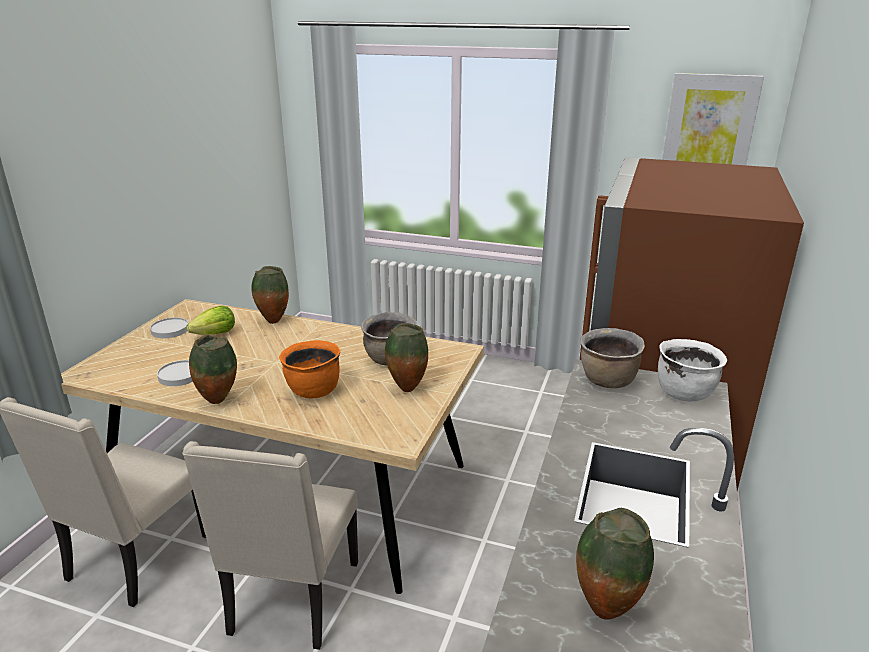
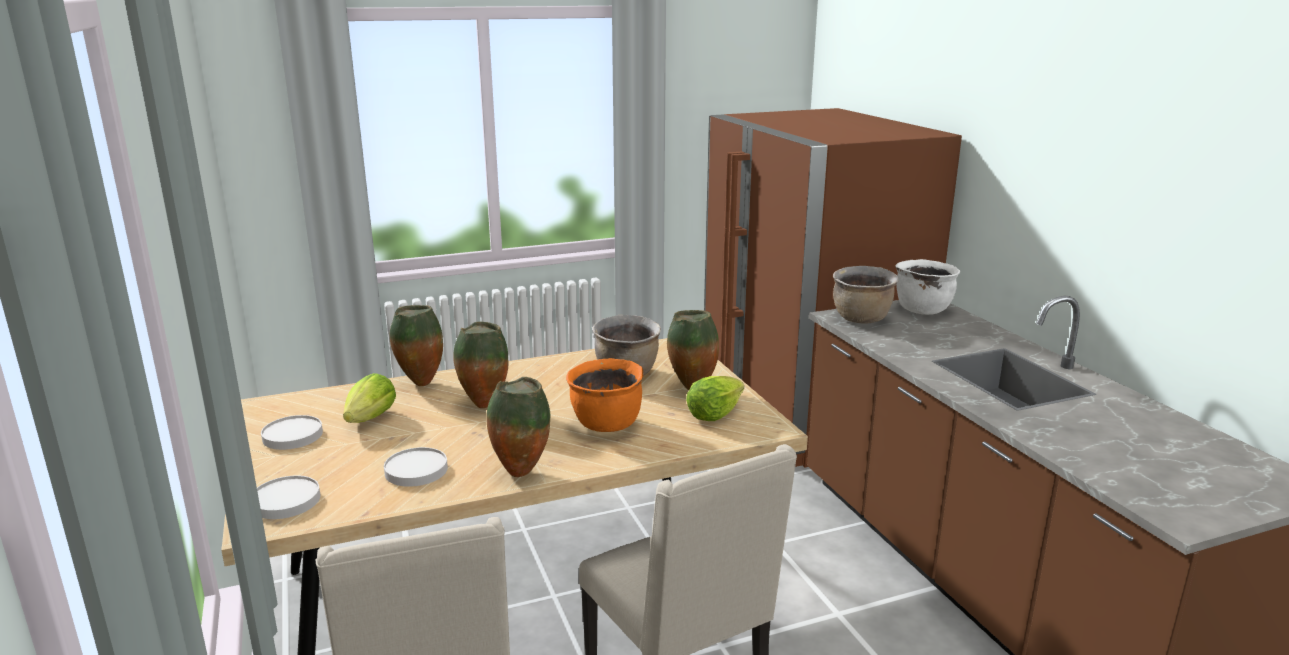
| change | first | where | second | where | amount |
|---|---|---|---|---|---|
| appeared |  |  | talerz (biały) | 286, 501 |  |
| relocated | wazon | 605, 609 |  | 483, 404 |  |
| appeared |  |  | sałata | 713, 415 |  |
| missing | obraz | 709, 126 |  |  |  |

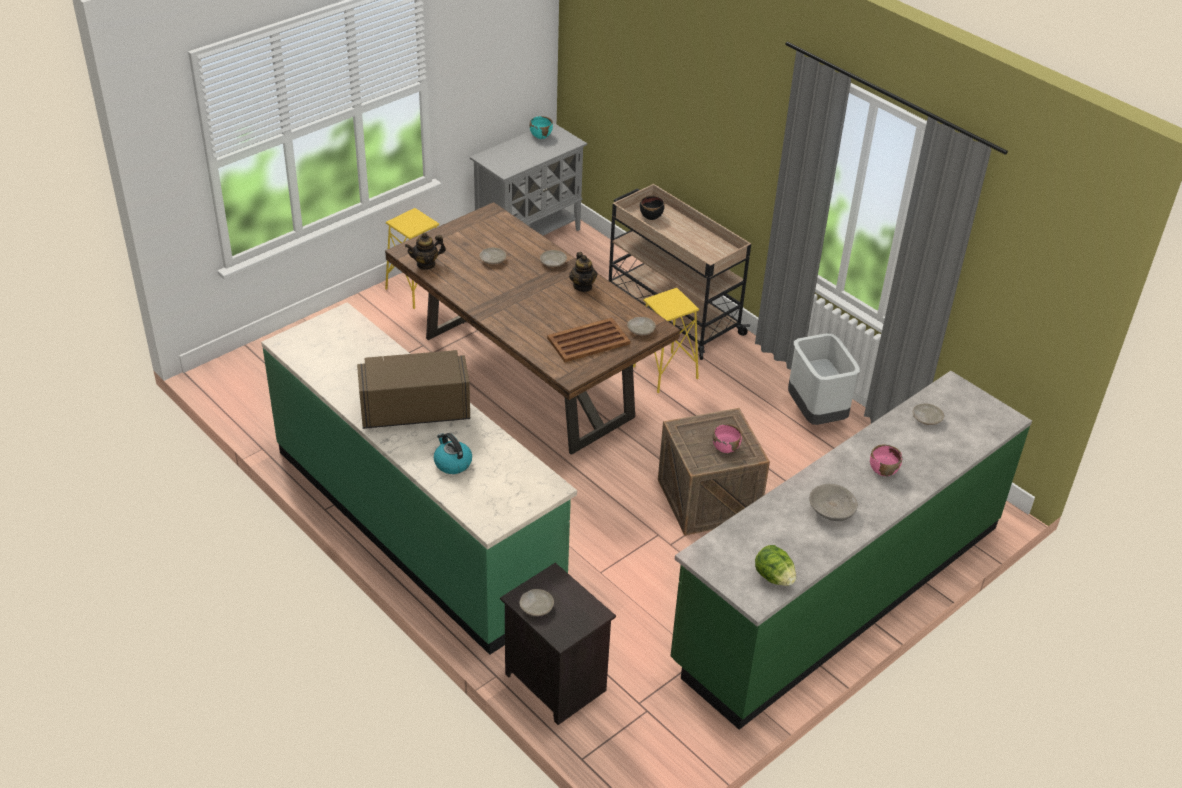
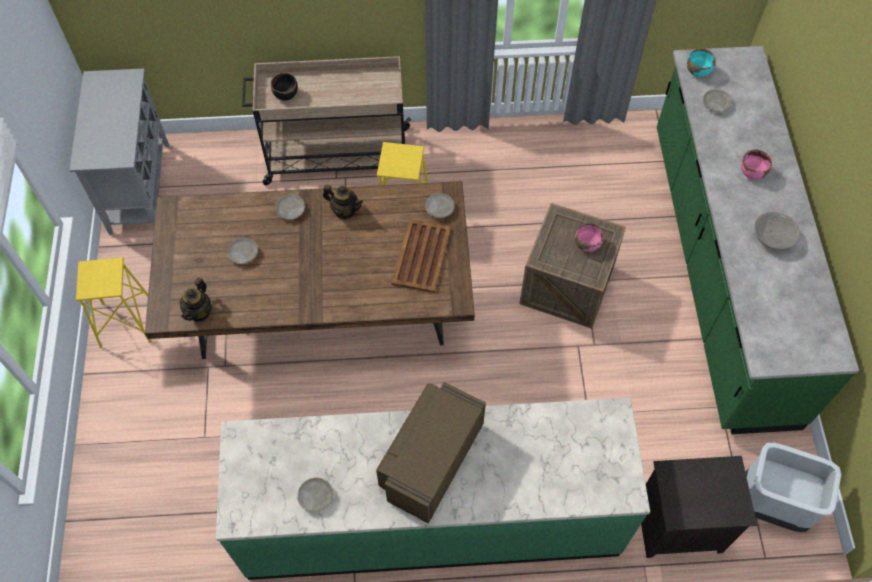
| change | first | where | second | where | amount |
|---|---|---|---|---|---|
| relocated | talerz (beżowy) | 536, 606 |  | 315, 496 |  |
| relocated | miska (turkusowy) | 541, 135 |  | 697, 70 |  |
| relocated | kosz na śmieci (szary) | 816, 414 |  | 771, 504 |  |
| missing | czajnik | 452, 463 |  |  |  |
| missing | sałata | 774, 577 |  |  |  |

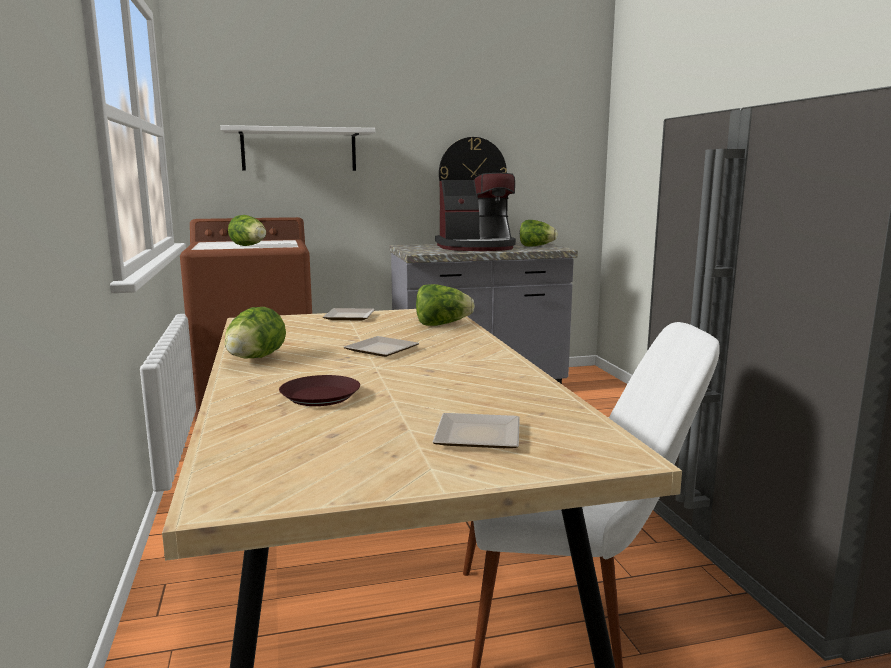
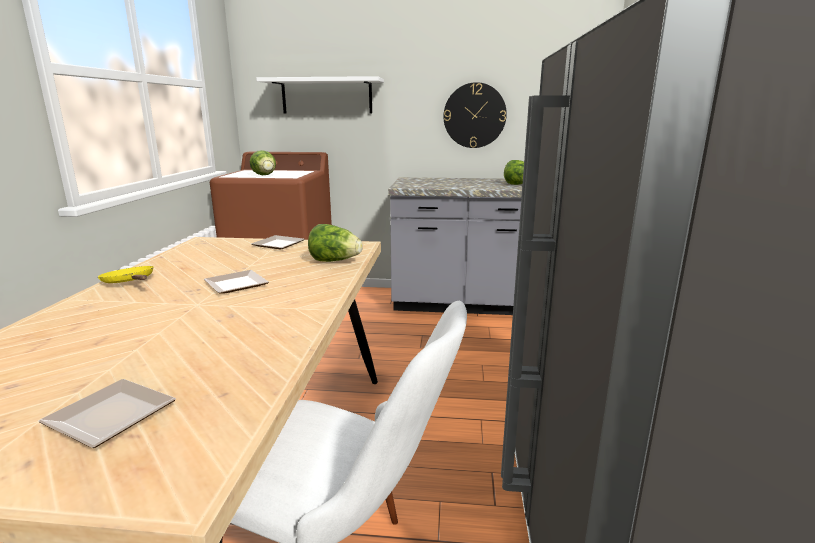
| change | first | where | second | where | amount |
|---|---|---|---|---|---|
| exchanged | sałata | 254, 359 | patelnia (żółty) | 130, 282 |  |
| missing | talerz (brązowy) | 319, 397 |  |  |  |
| missing | ekspres do kawy | 476, 247 |  |  |  |

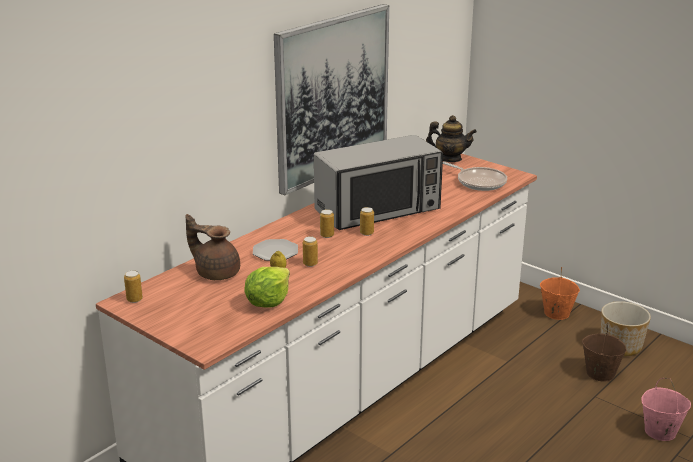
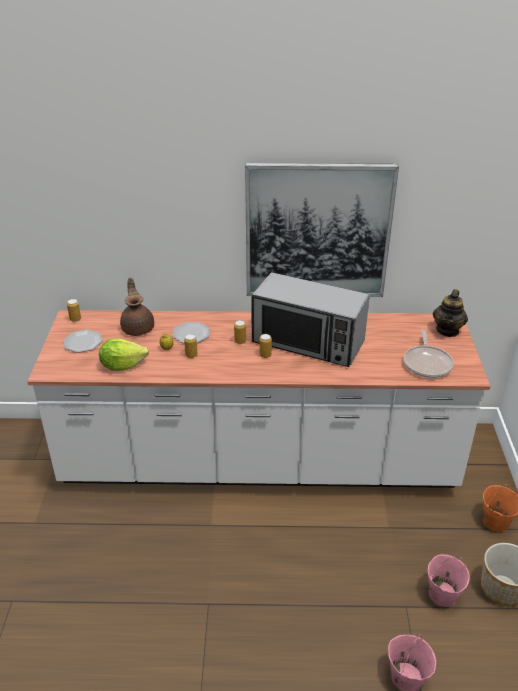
| change | first | where | second | where | amount |
|---|---|---|---|---|---|
| appeared |  |  | talerz | 83, 342 |  |
| colour | wiadro (brązowy) | 599, 373 | wiadro (różowy) | 442, 594 |  |
| spun | imbryk | 450, 159 |  | 447, 330 | 45 degrees clockwise |

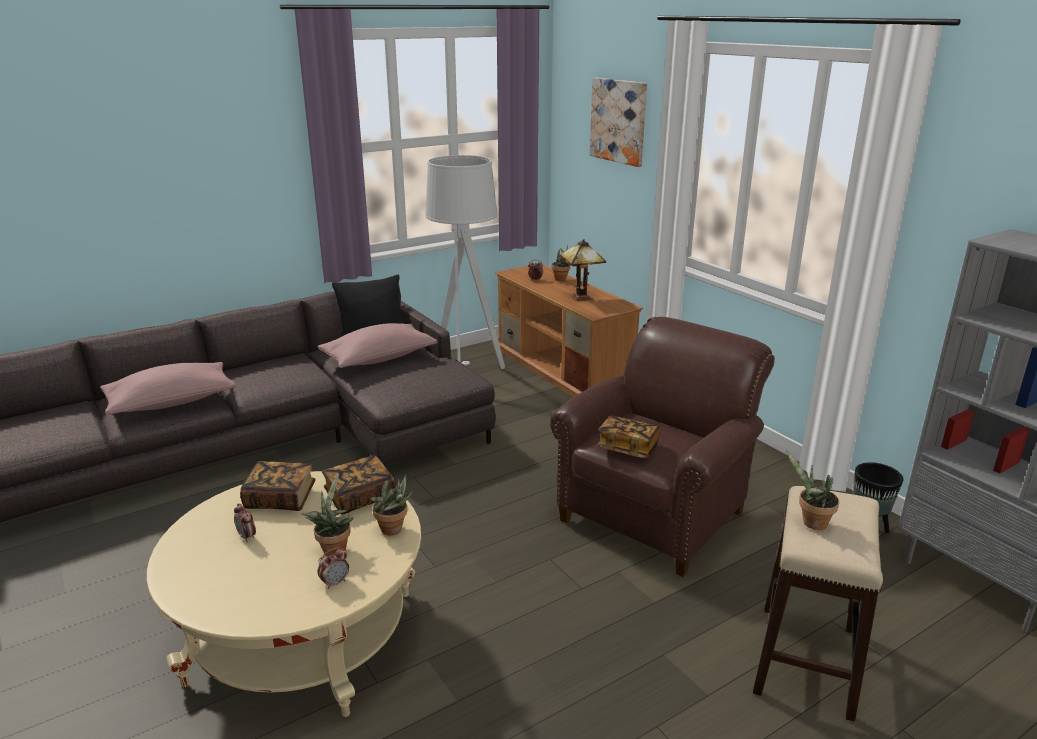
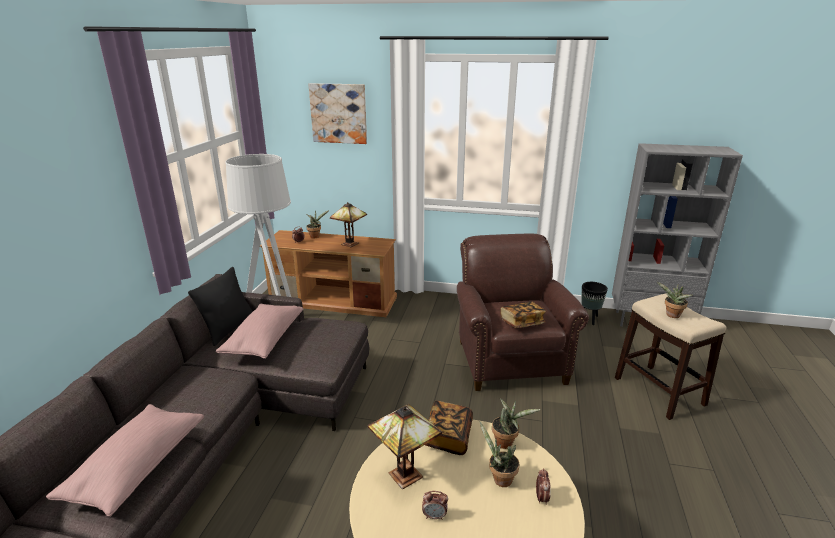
| change | first | where | second | where | amount |
|---|---|---|---|---|---|
| exchanged | książka | 280, 499 | lampa stołowa | 403, 474 |  |

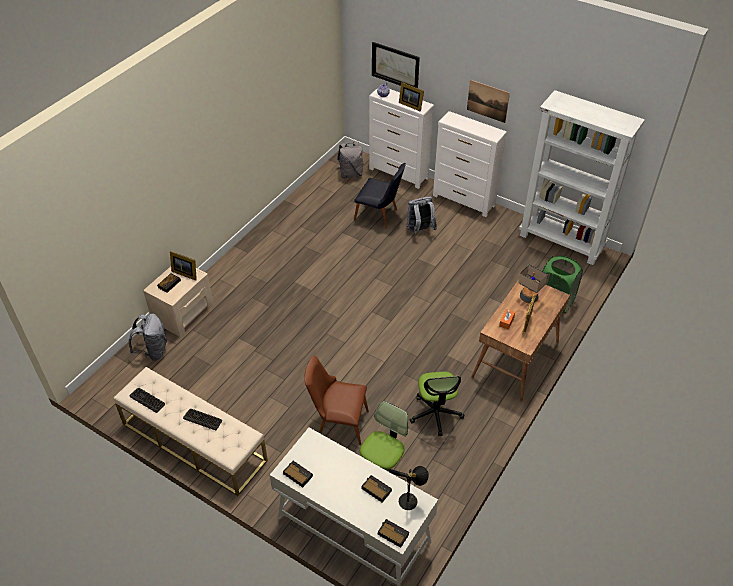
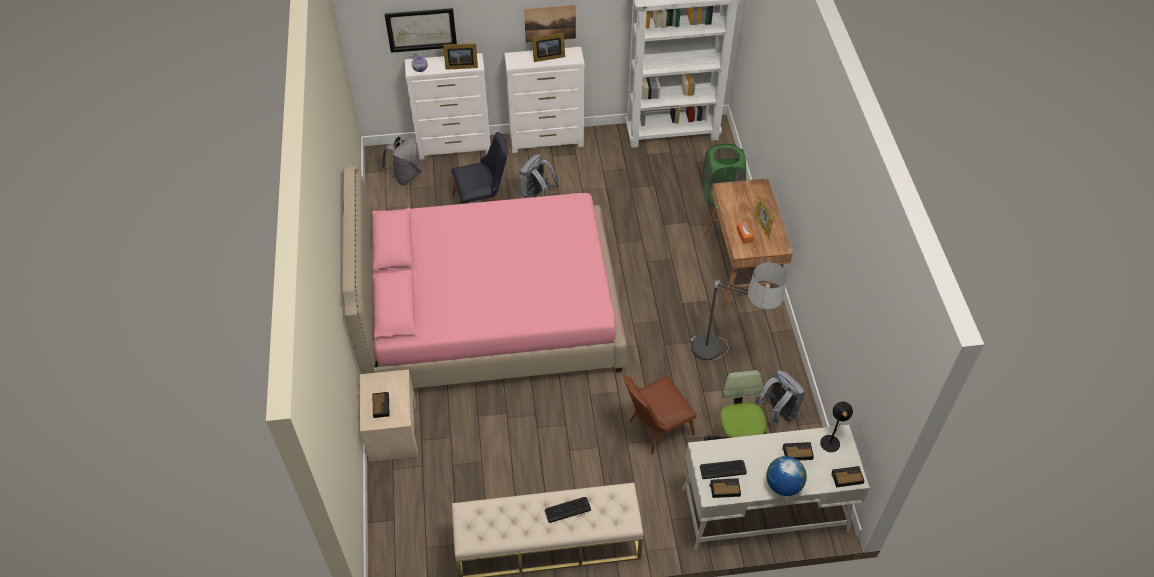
| change | first | where | second | where | amount |
|---|---|---|---|---|---|
| appeared |  |  | łóżko (różowy) | 490, 314 |  |
| relocated | ramka na zdjęcie | 185, 273 |  | 547, 56 |  |
| exchanged | krzesło biurowe | 435, 414 | lampa stojąca | 726, 362 |  |
| relocated | klawiatura | 147, 400 |  | 722, 469 |  |
| relocated | plecak (szary) | 153, 351 |  | 777, 412 |  |
| appeared |  |  | globus | 783, 485 |  |
| missing | lampa stołowa | 528, 298 |  |  |  |

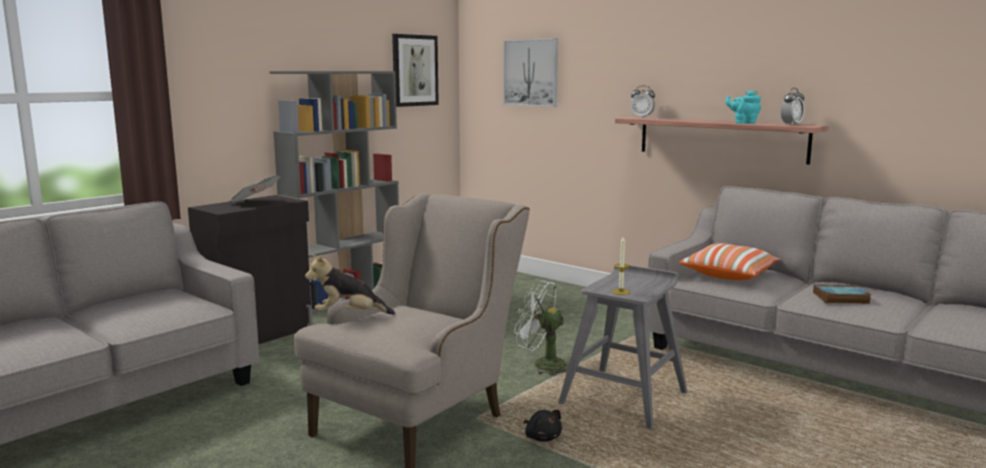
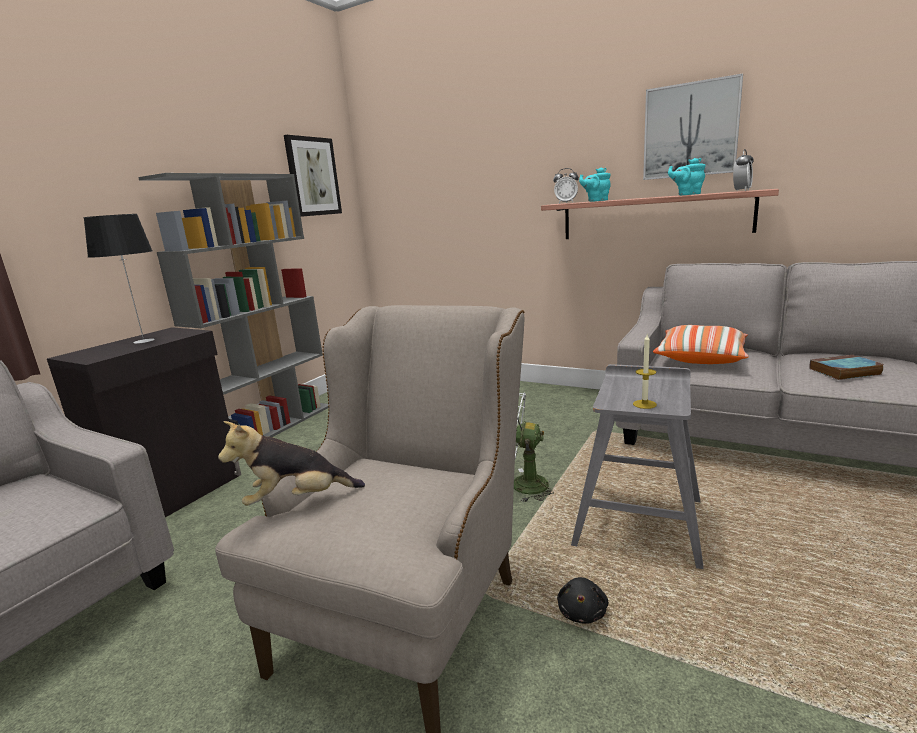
| change | first | where | second | where | amount |
|---|---|---|---|---|---|
| exchanged | gazeta | 255, 202 | lampa stołowa | 143, 341 |  |
| spun | pluszak (czarny) | 542, 437 |  | 582, 612 | 60 degrees clockwise |
| appeared |  |  | imbryk (turkusowy) | 596, 201 |  |
| relocated | obraz | 531, 72 |  | 690, 130 |  |

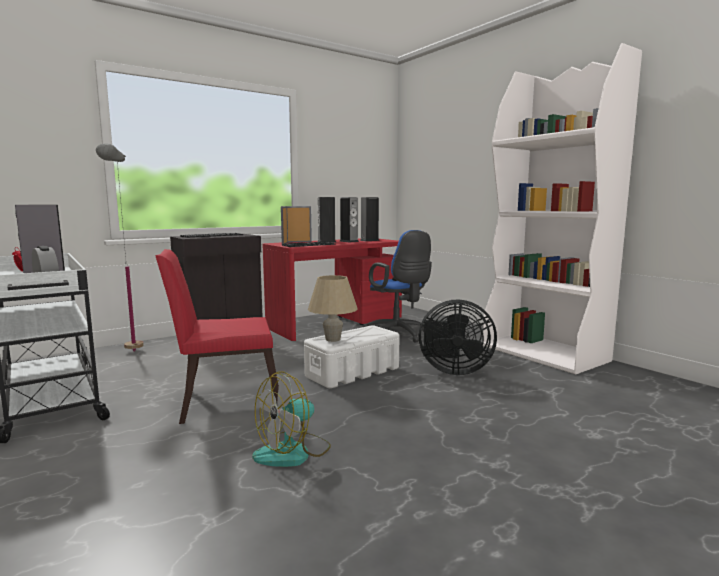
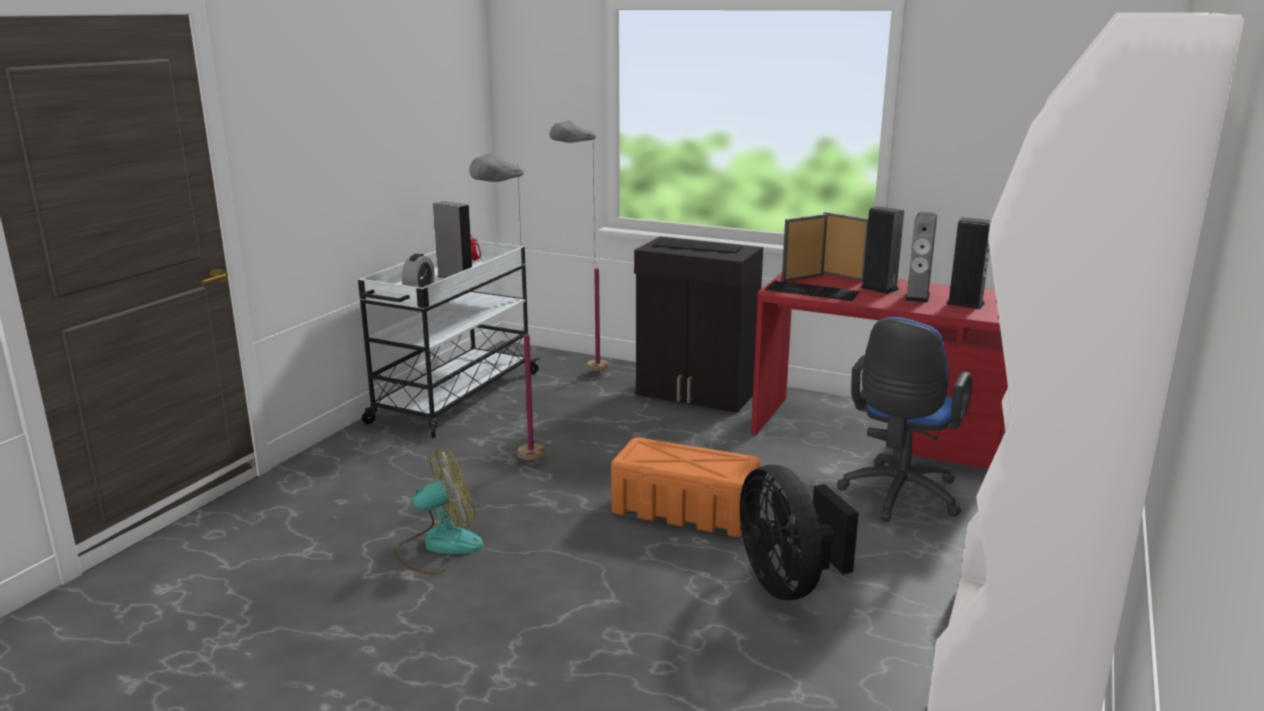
| change | first | where | second | where | amount |
|---|---|---|---|---|---|
| spun | wentylator | 293, 452 |  | 438, 546 | 135 degrees clockwise |
| exchanged | krzesło (czerwony) | 224, 402 | lampa stojąca (szary) | 517, 471 |  |
| colour | pojemnik do przechowywania (biały) | 353, 372 | pojemnik do przechowywania (pomarańczowy) | 686, 511 |  |
| missing | lampa stołowa (beżowy) | 333, 339 |  |  |  |

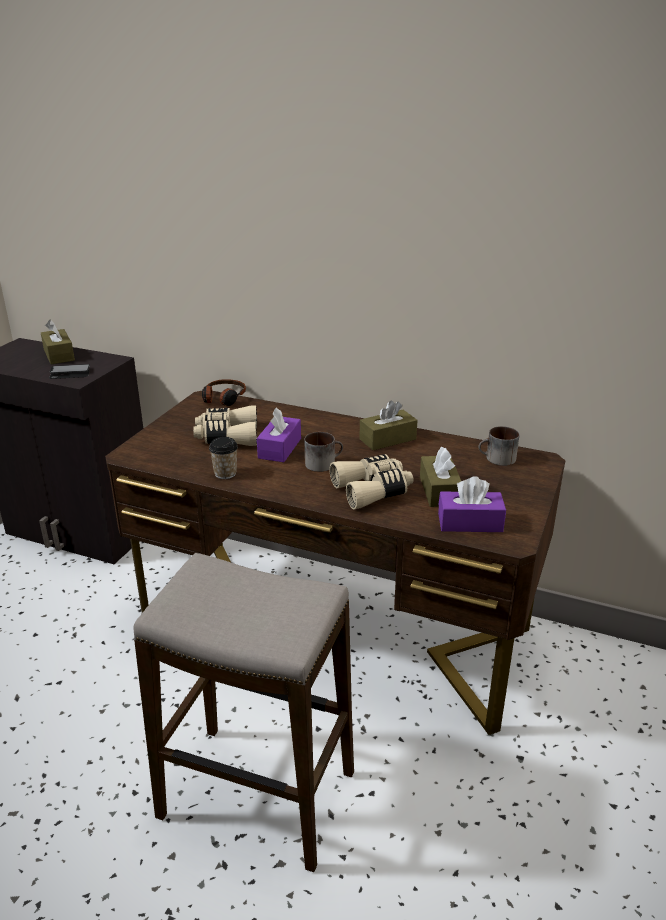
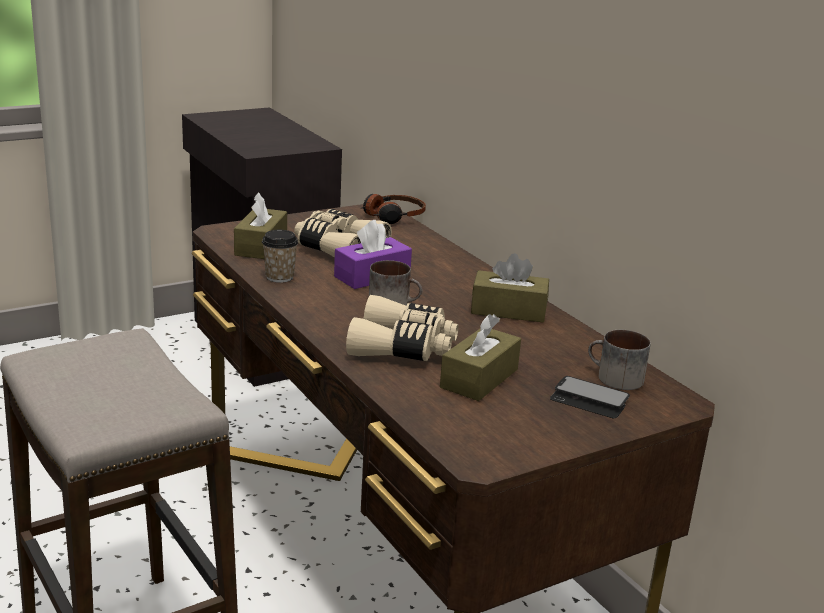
| change | first | where | second | where | amount |
|---|---|---|---|---|---|
| relocated | pudełko chusteczek (brązowy) | 59, 355 |  | 261, 246 |  |
| relocated | telefon | 70, 373 |  | 589, 399 |  |
| missing | pudełko chusteczek (fioletowy) | 470, 523 |  |  |  |

